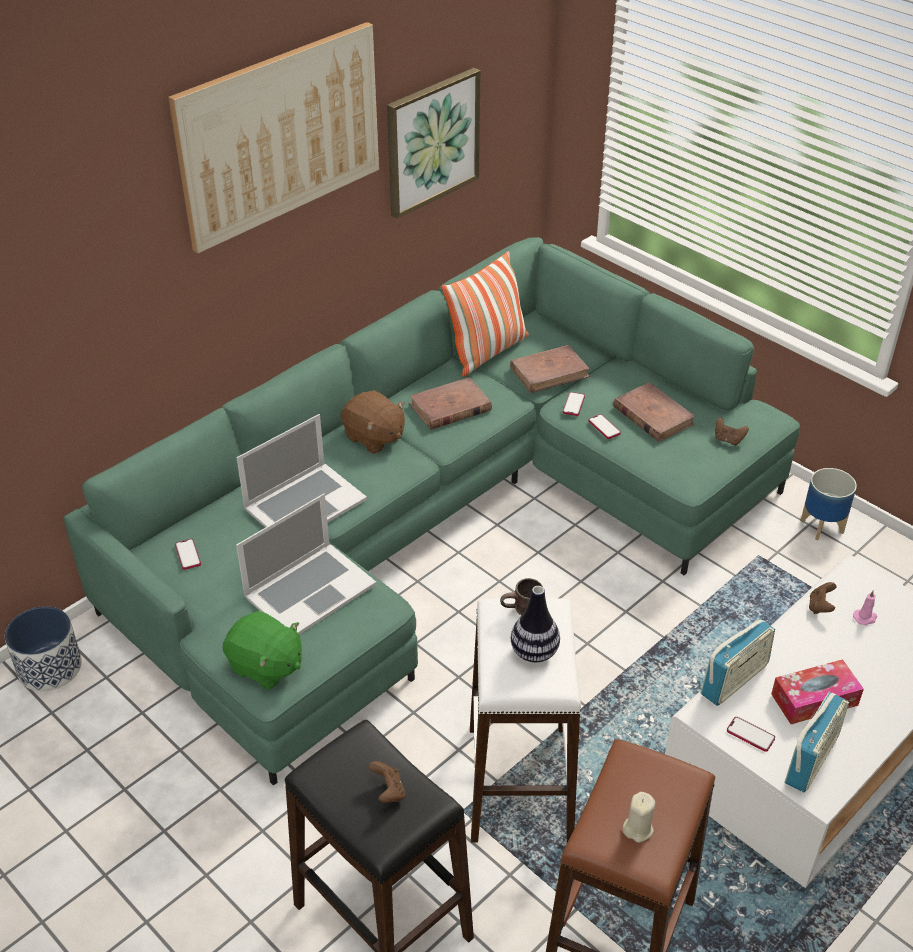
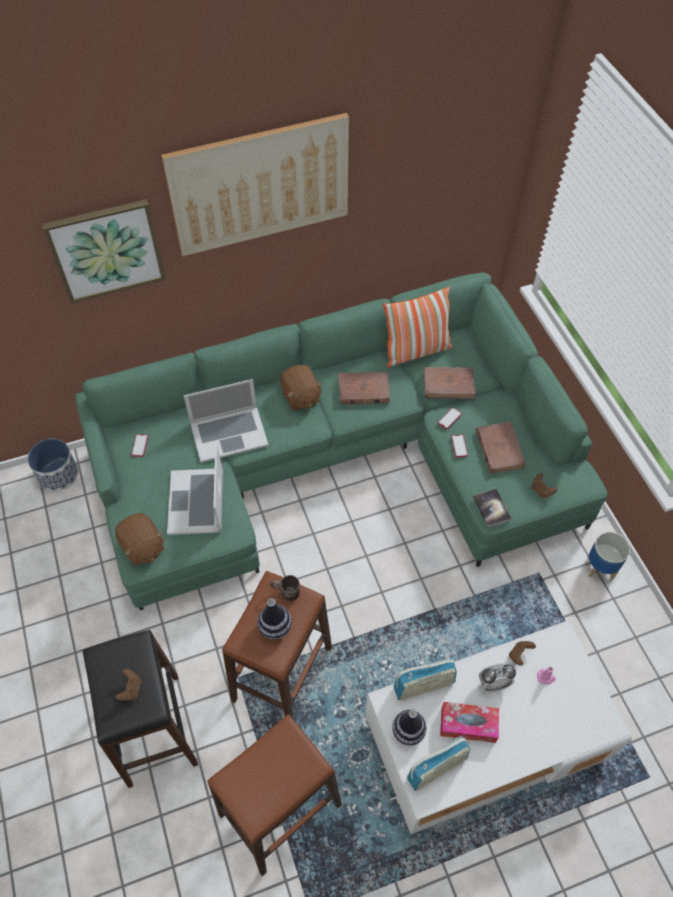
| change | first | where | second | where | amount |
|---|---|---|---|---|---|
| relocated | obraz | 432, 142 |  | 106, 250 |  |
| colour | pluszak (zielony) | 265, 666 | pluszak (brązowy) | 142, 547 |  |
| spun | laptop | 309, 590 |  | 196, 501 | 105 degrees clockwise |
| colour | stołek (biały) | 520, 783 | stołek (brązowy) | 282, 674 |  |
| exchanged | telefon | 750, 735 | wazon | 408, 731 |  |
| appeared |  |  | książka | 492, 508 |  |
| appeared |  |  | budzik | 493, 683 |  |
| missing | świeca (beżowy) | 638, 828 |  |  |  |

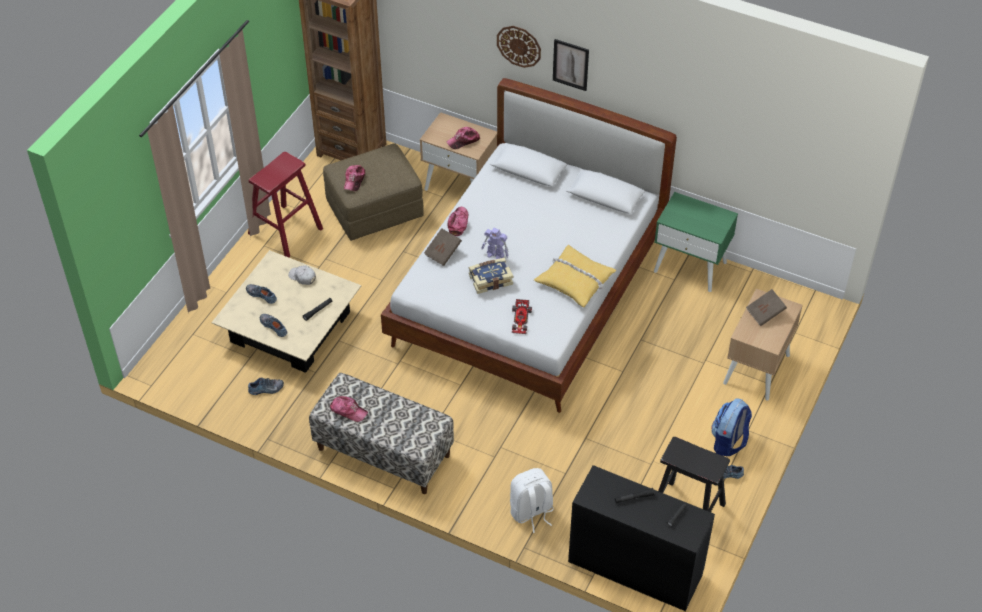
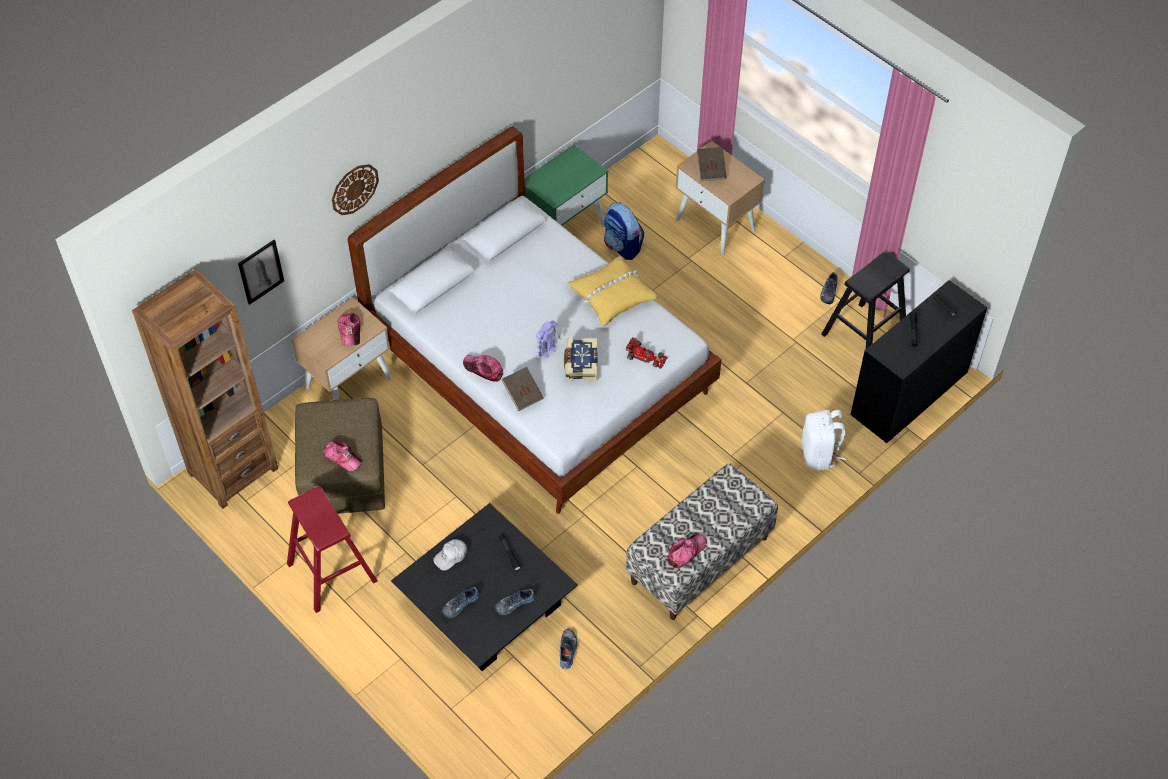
| change | first | where | second | where | amount |
|---|---|---|---|---|---|
| relocated | obraz | 570, 64 |  | 261, 271 |  |
| colour | ława (beżowy) | 290, 328 | ława (czarny) | 487, 604 |  |
| relocated | plecak | 728, 442 |  | 622, 246 |  |

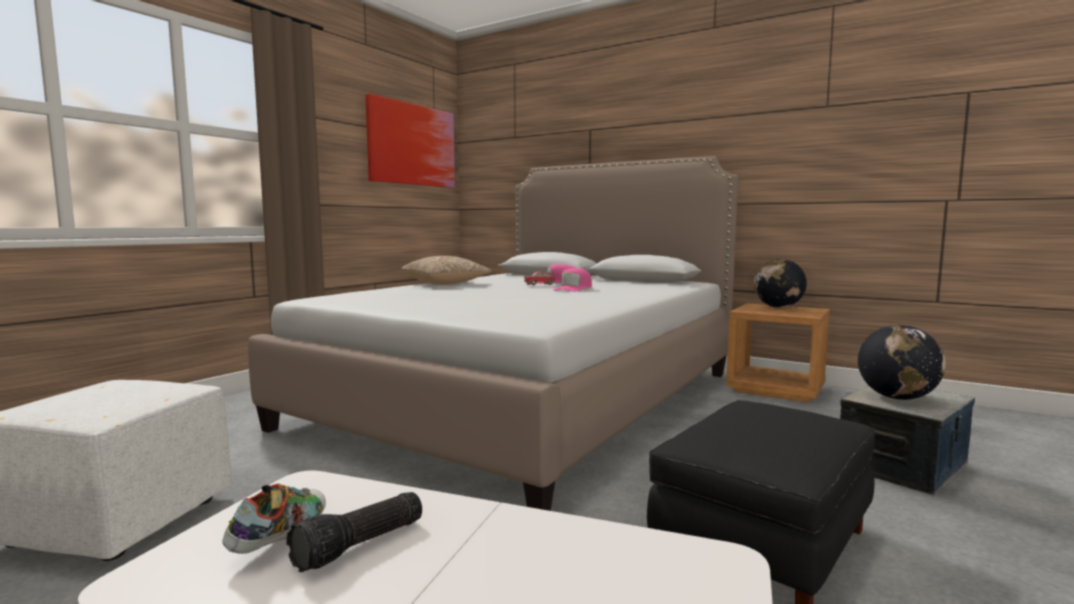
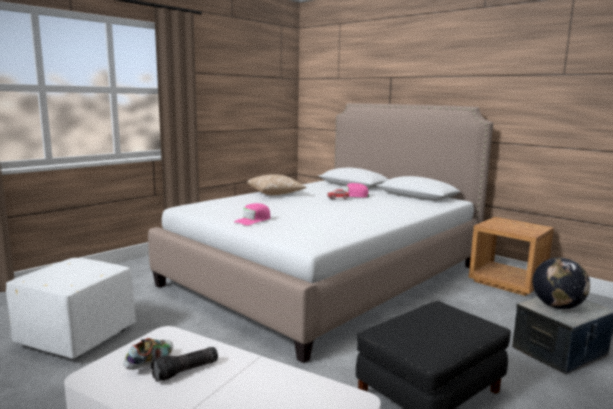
| change | first | where | second | where | amount |
|---|---|---|---|---|---|
| relocated | czapka z daszkiem (różowy) | 573, 289 |  | 253, 220 |  |
| missing | obraz | 412, 145 |  |  |  |
| missing | globus | 778, 307 |  |  |  |

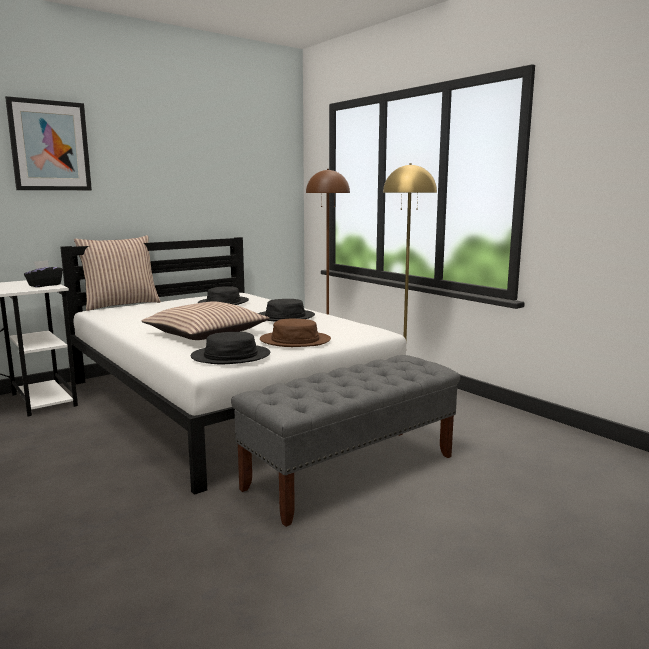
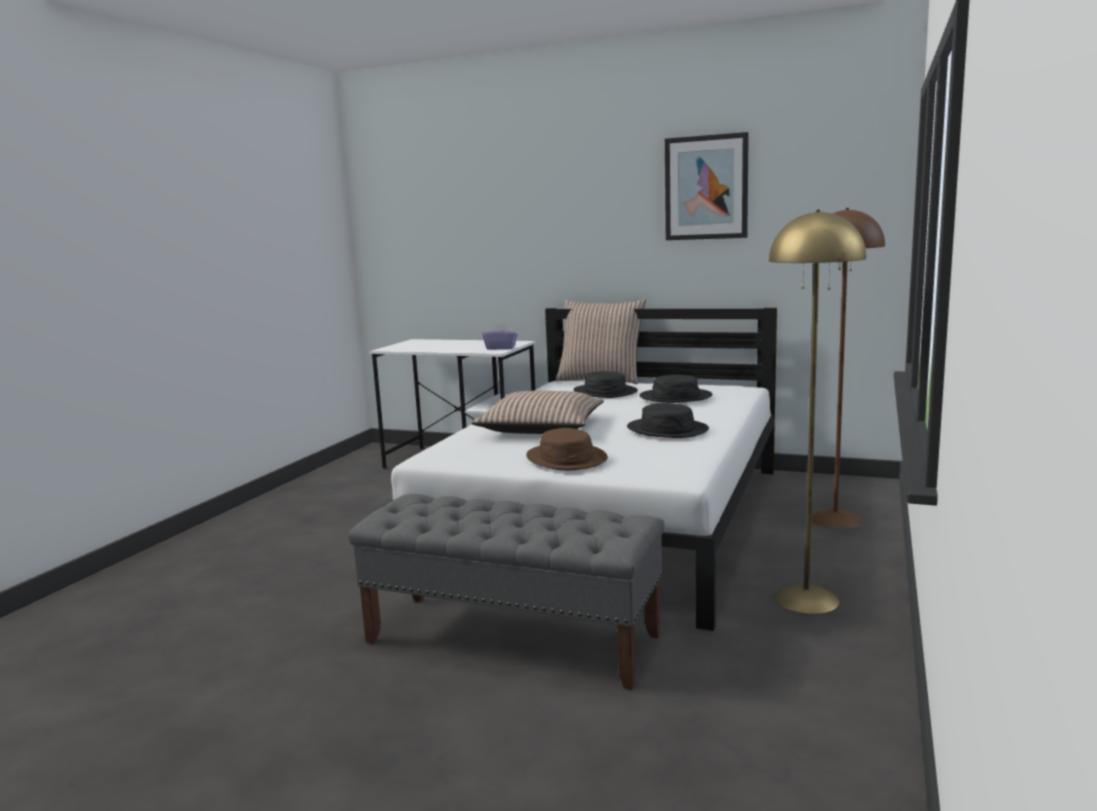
| change | first | where | second | where | amount |
|---|---|---|---|---|---|
| colour | pudełko chusteczek (czarny) | 44, 285 | pudełko chusteczek (fioletowy) | 500, 348 |  |
| relocated | kapelusz (czarny) | 231, 356 |  | 605, 392 |  |
| relocated | obraz | 50, 146 |  | 706, 188 |  |

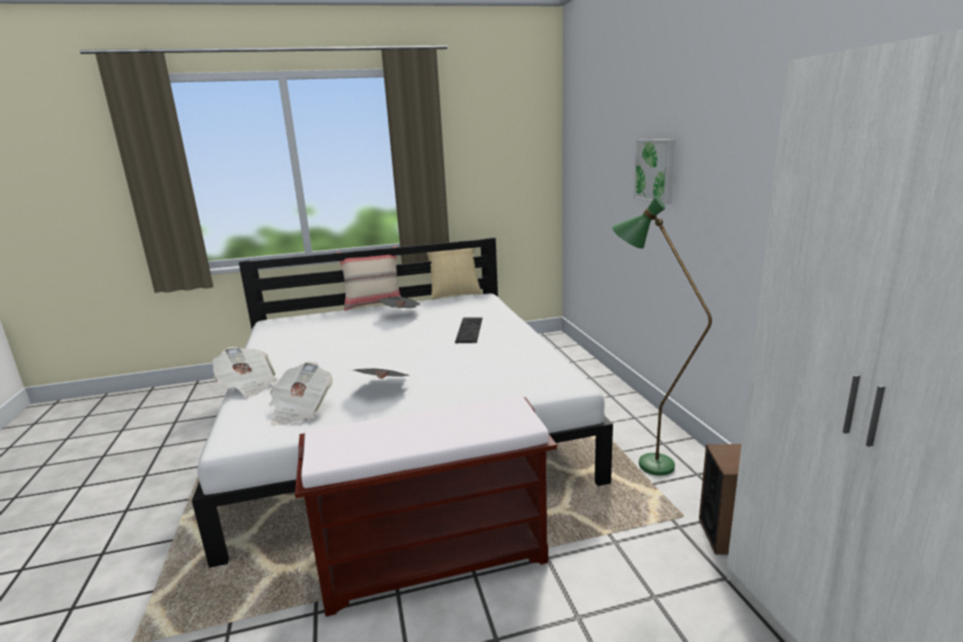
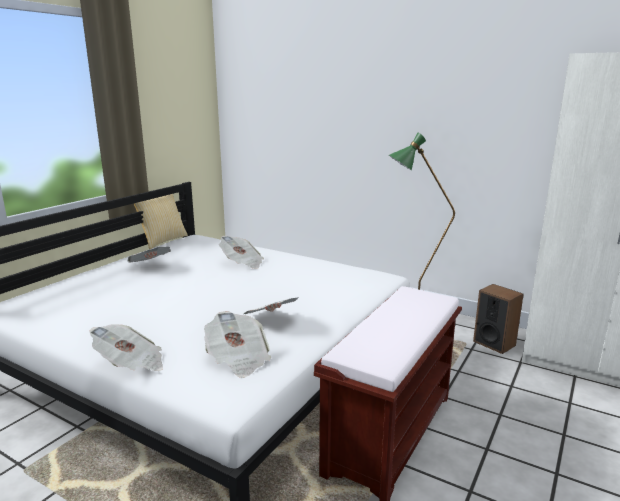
| change | first | where | second | where | amount |
|---|---|---|---|---|---|
| exchanged | klawiatura | 469, 330 | gazeta | 242, 263 |  |
| missing | poduszka (beżowy) | 374, 304 |  |  |  |
| missing | obraz | 656, 170 |  |  |  |

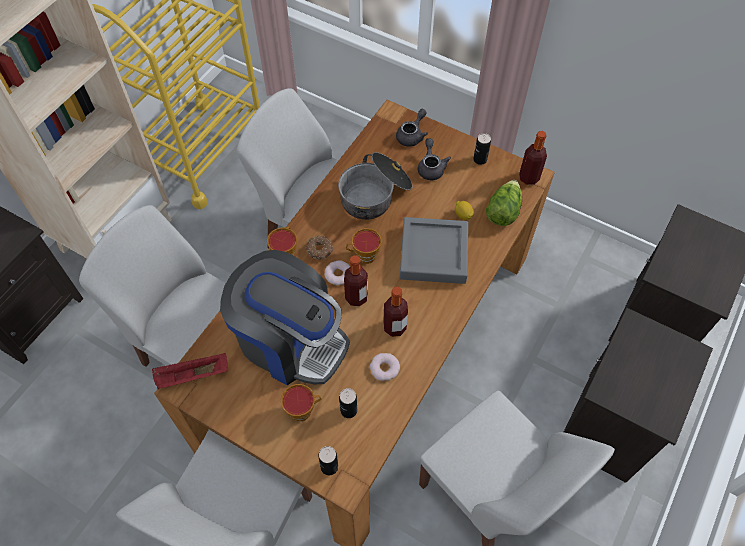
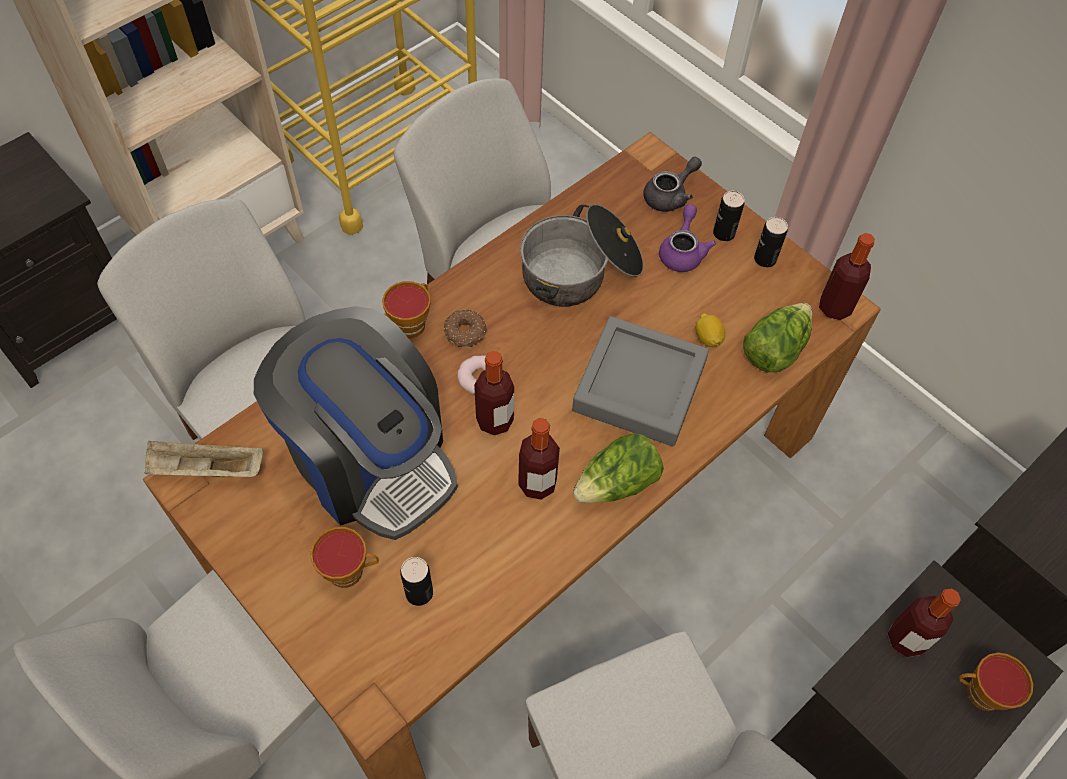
| change | first | where | second | where | amount |
|---|---|---|---|---|---|
| colour | taca (czerwony) | 192, 376 | taca (beżowy) | 206, 470 |  |
| appeared |  |  | sałata | 617, 483 |  |
| colour | imbryk (szary) | 431, 167 | imbryk (fioletowy) | 682, 251 |  |
| relocated | puszka | 329, 467 |  | 724, 233 |  |
| appeared |  |  | butelka | 906, 639 |  |
| relocated | filiżanka | 364, 256 |  | 979, 693 |  |
| missing | donut | 384, 368 |  |  |  |

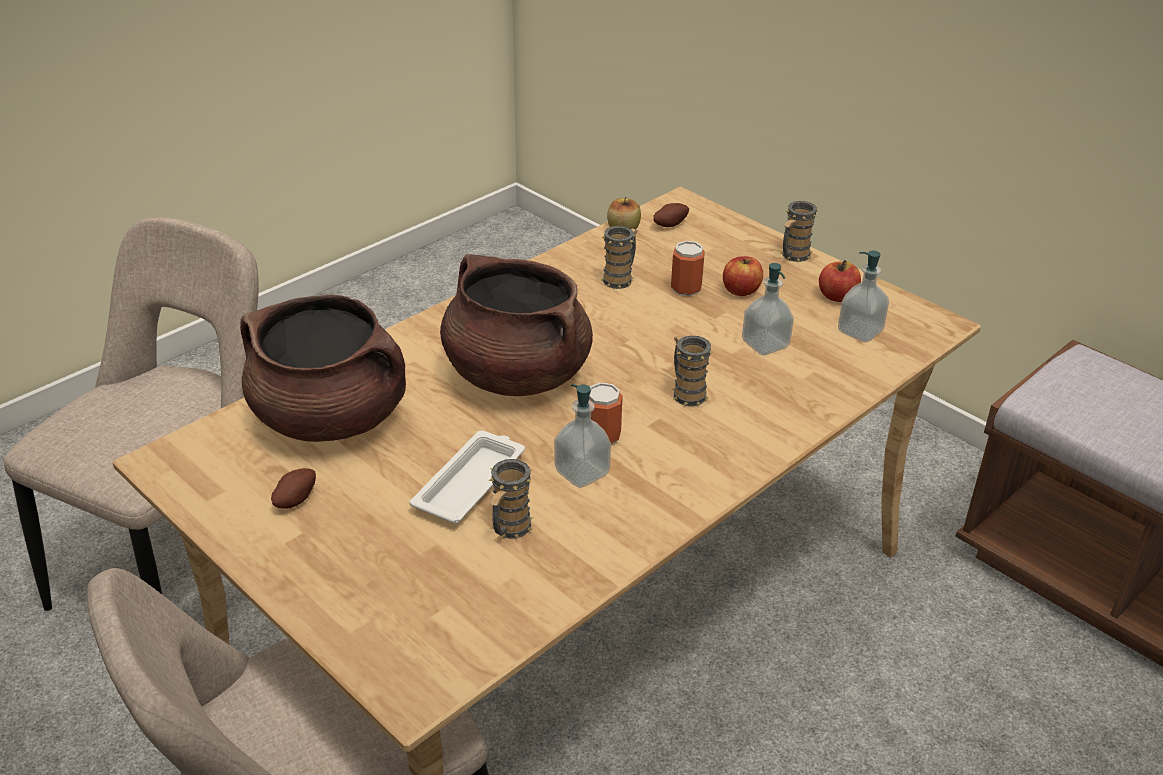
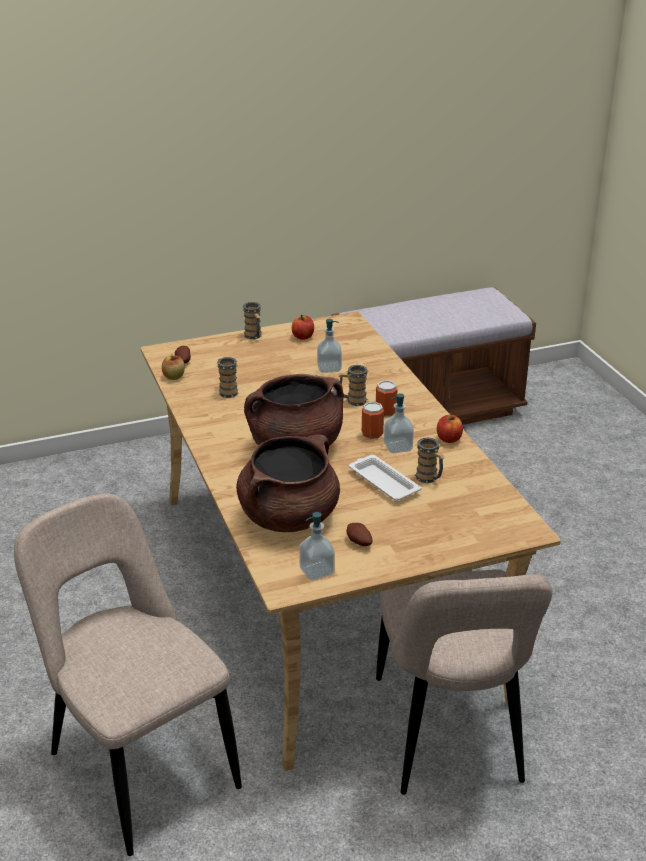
| change | first | where | second | where | amount |
|---|---|---|---|---|---|
| relocated | dozownik mydła | 860, 331 |  | 317, 571 |  |
| relocated | puszka | 686, 288 |  | 385, 412 |  |
| relocated | jabłko | 741, 290 |  | 449, 439 |  |

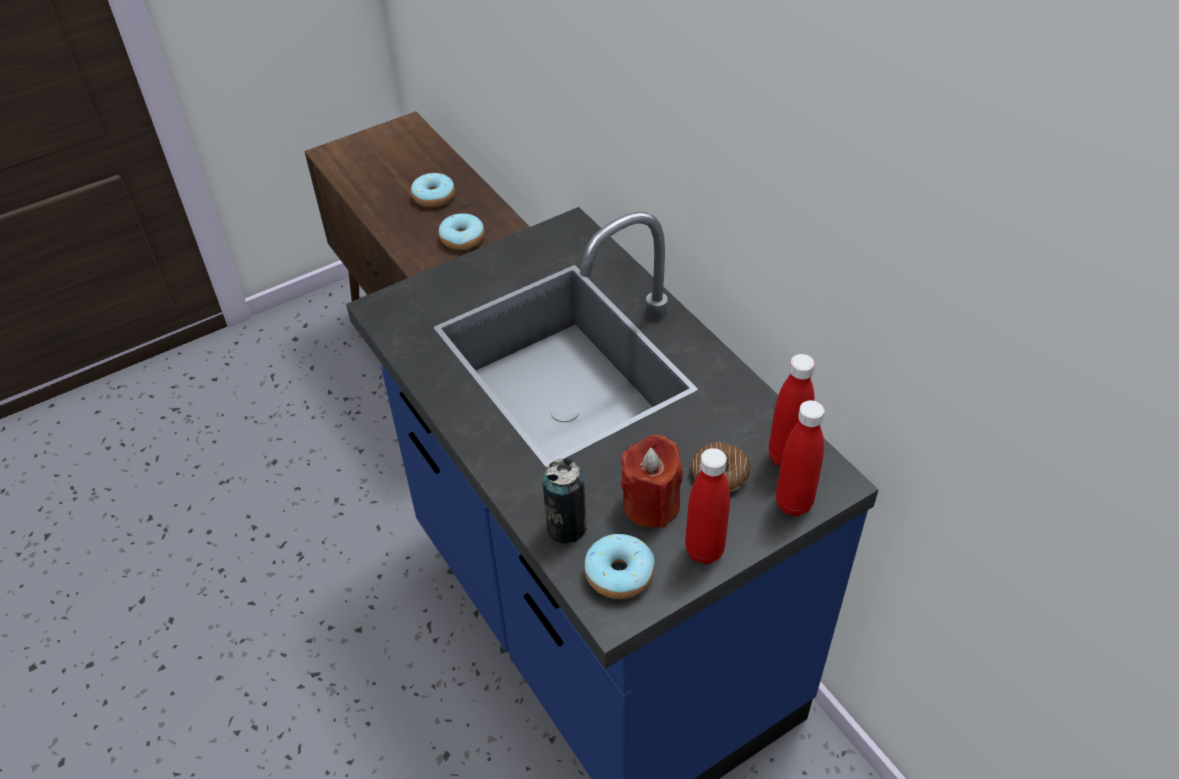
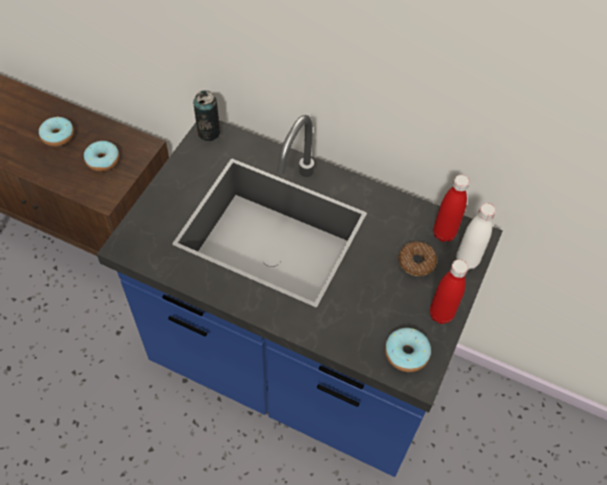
| change | first | where | second | where | amount |
|---|---|---|---|---|---|
| relocated | puszka | 566, 527 |  | 208, 133 |  |
| colour | butelka (czerwony) | 793, 503 | butelka (biały) | 467, 261 |  |
| missing | świeca (czerwony) | 651, 504 |  |  |  |

